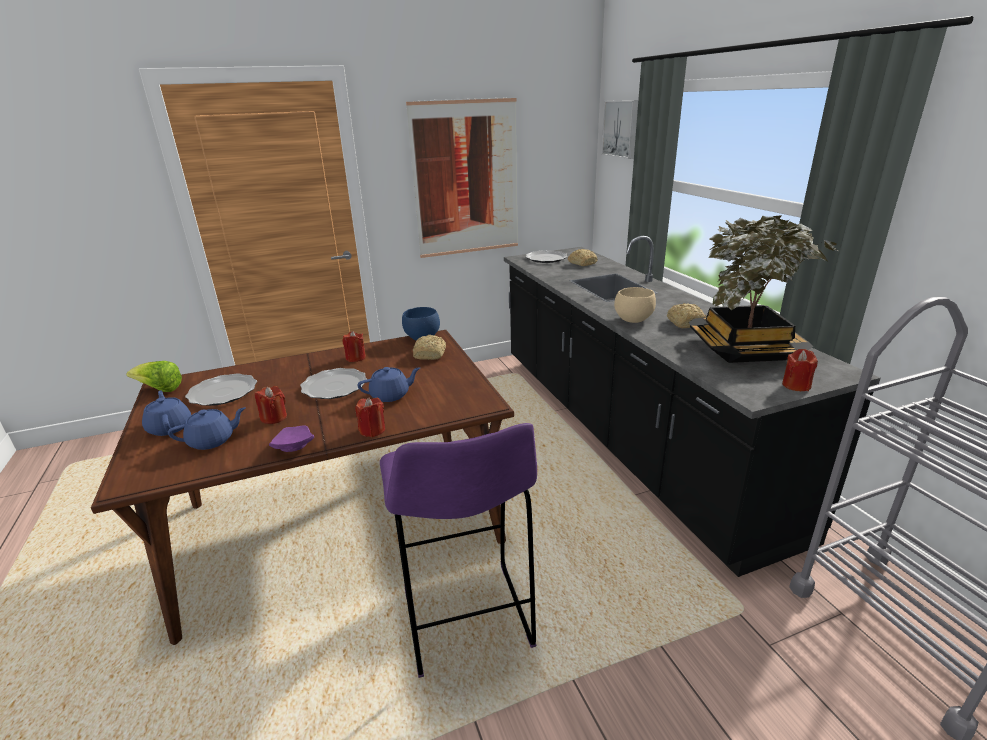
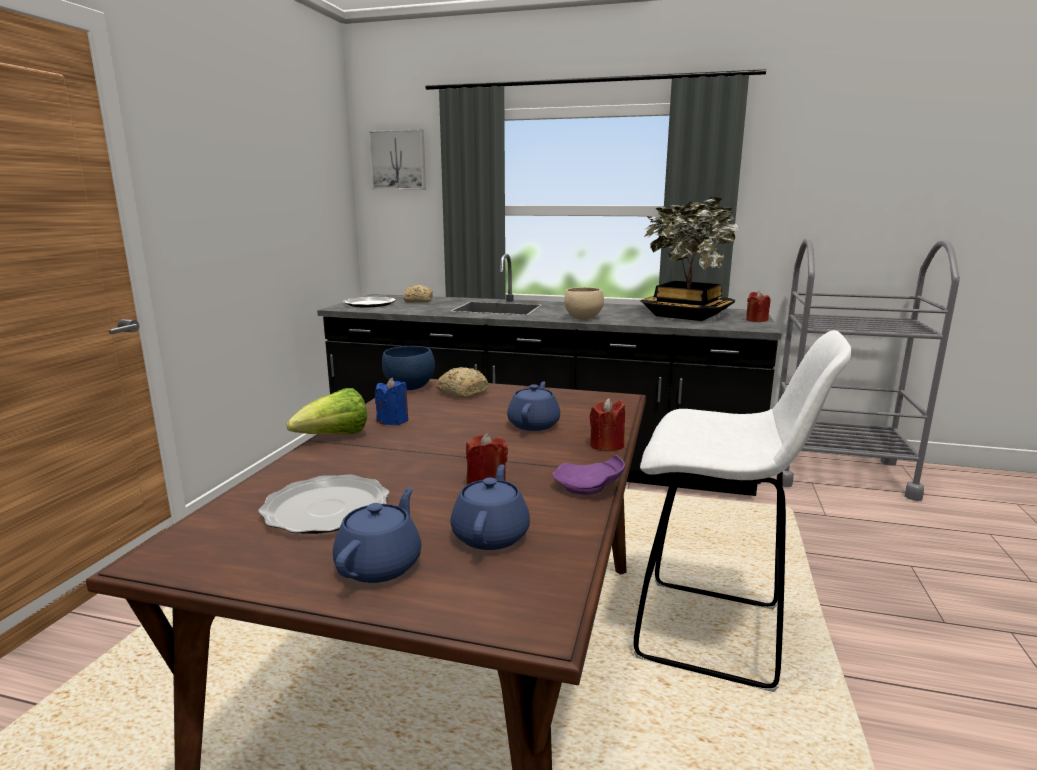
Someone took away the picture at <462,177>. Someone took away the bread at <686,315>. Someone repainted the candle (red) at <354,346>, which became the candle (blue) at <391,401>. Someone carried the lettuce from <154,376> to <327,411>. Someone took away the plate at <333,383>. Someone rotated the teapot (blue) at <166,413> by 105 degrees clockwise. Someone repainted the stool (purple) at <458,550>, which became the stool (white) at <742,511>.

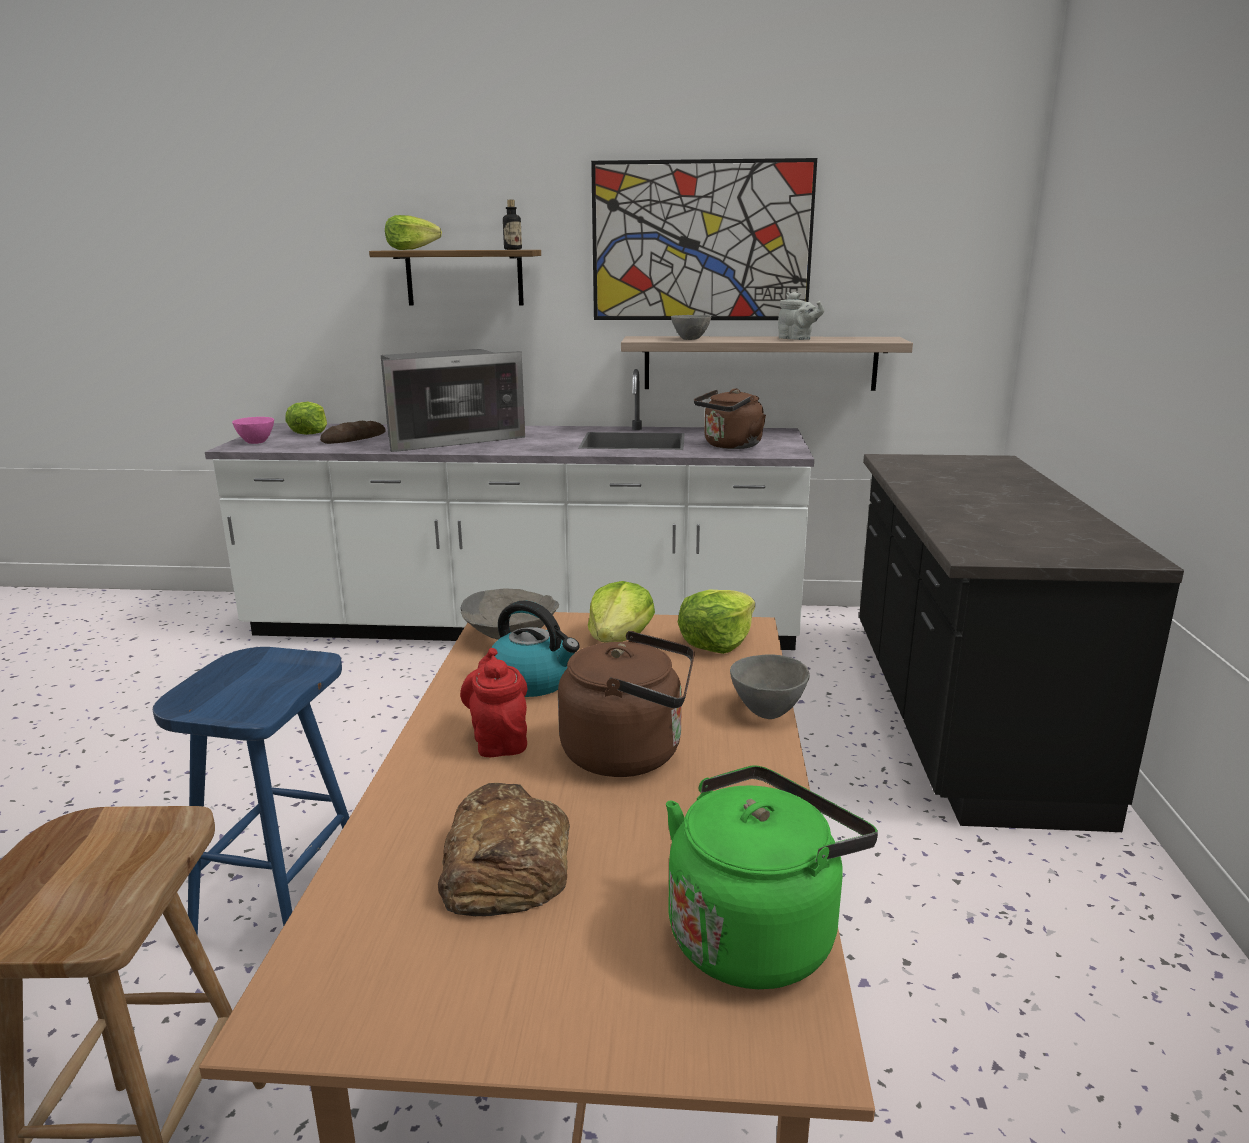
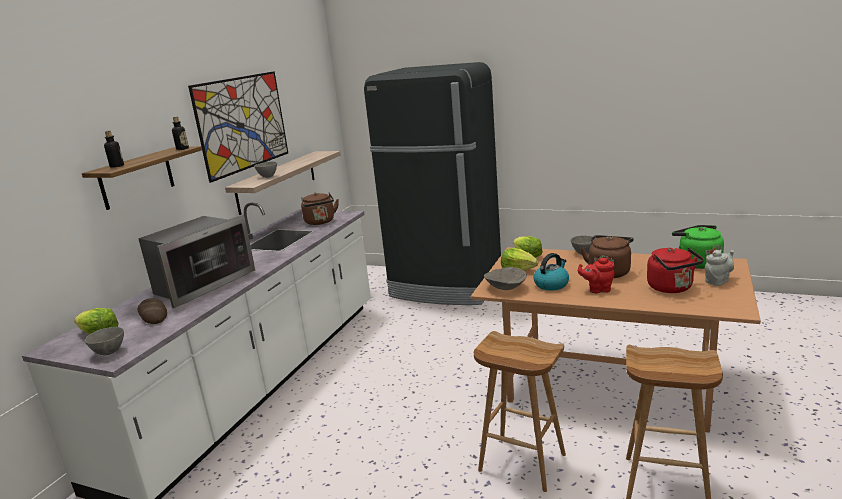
Someone swapped the lettuce at <413,232> for the bottle at <114,149>. Someone carried the teapot (grey) from <801,316> to <719,268>. Someone rotated the microwave at <453,400> by 45 degrees clockwise. Someone repainted the bowl (pink) at <253,430>, which became the bowl (grey) at <104,341>. Someone swapped the counter (black) at <1021,643> for the fridge (black) at <432,183>. Someone repainted the stool (blue) at <251,791>, which became the stool (brown) at <520,411>. Someone swapped the bread at <504,849> for the kettle (red) at <675,270>.

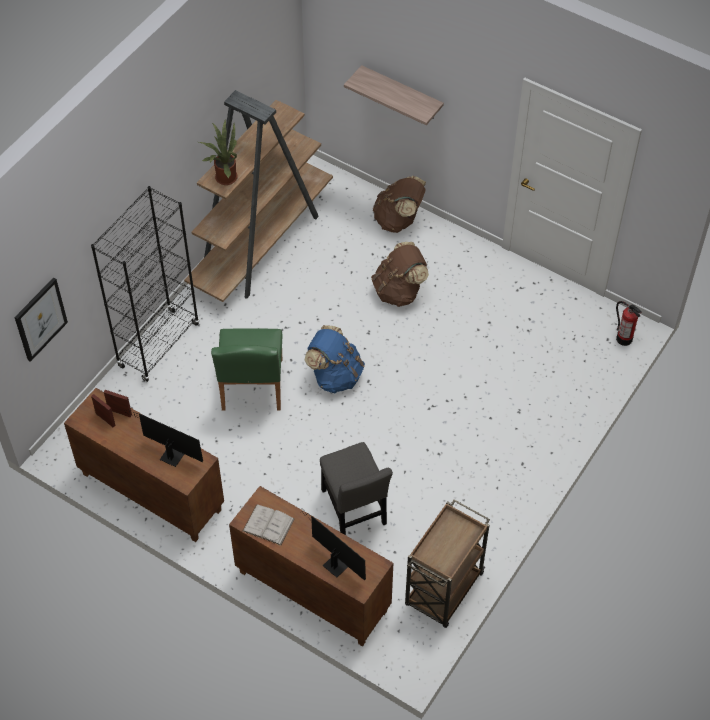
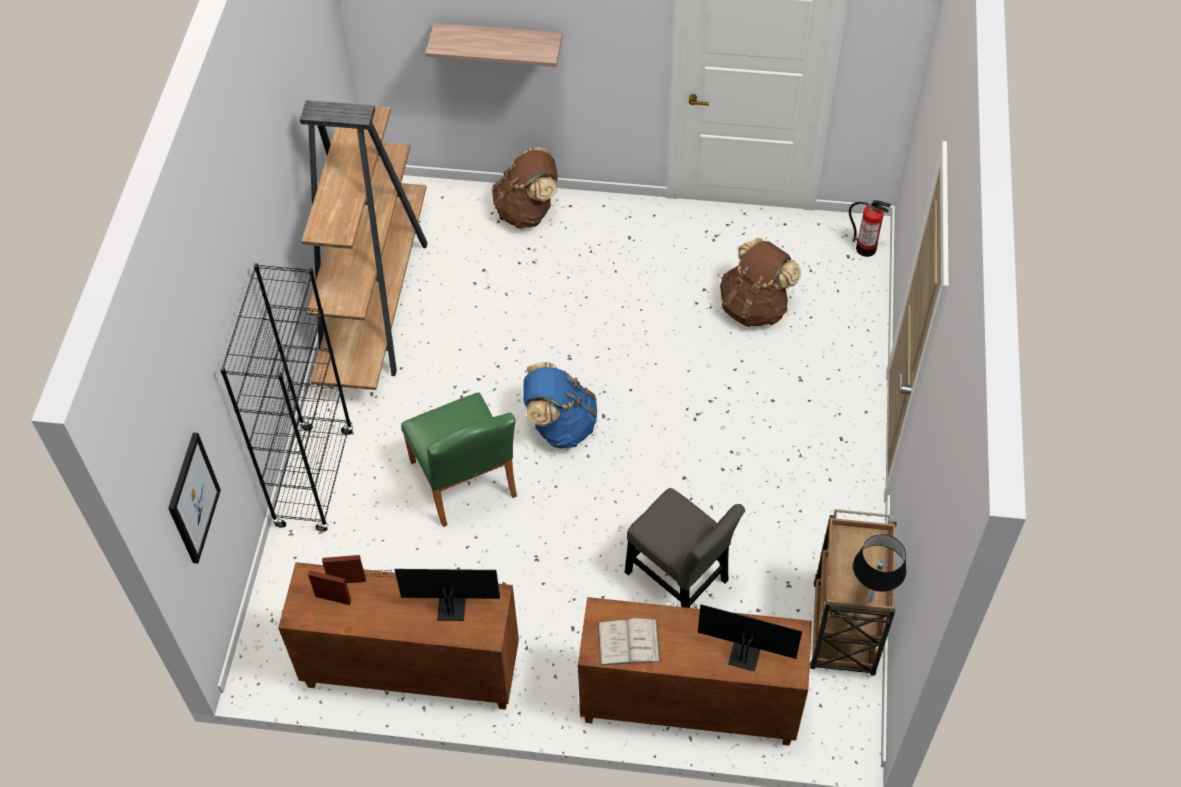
Someone took away the potted plant at <218,152>. Someone carried the backpack (brown) from <400,274> to <760,282>. Someone put down the table lamp (black) at <879,568>.

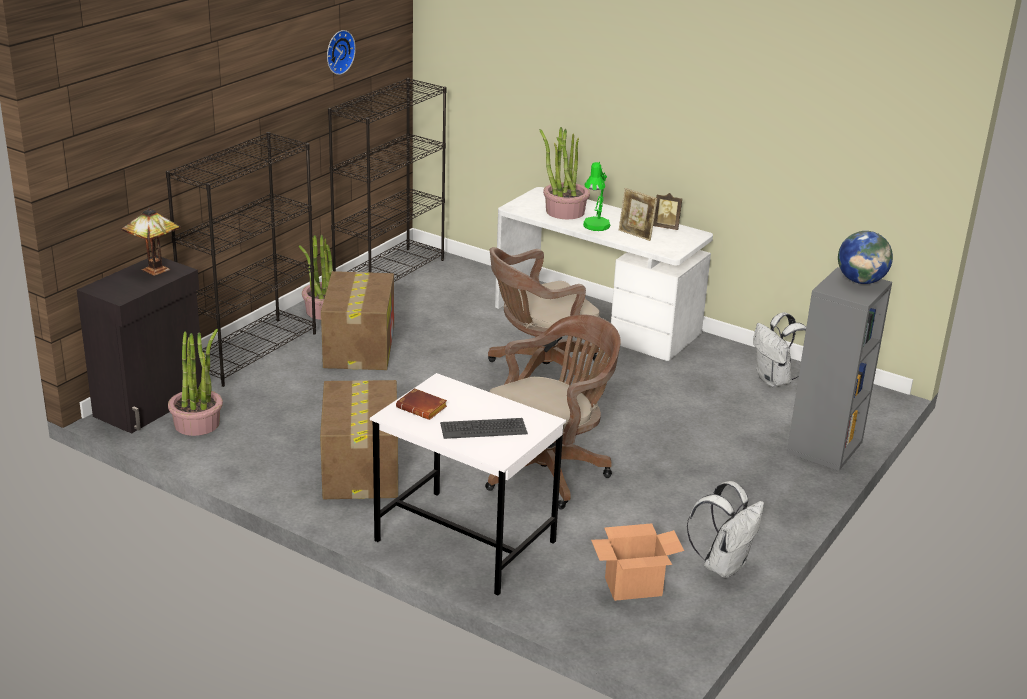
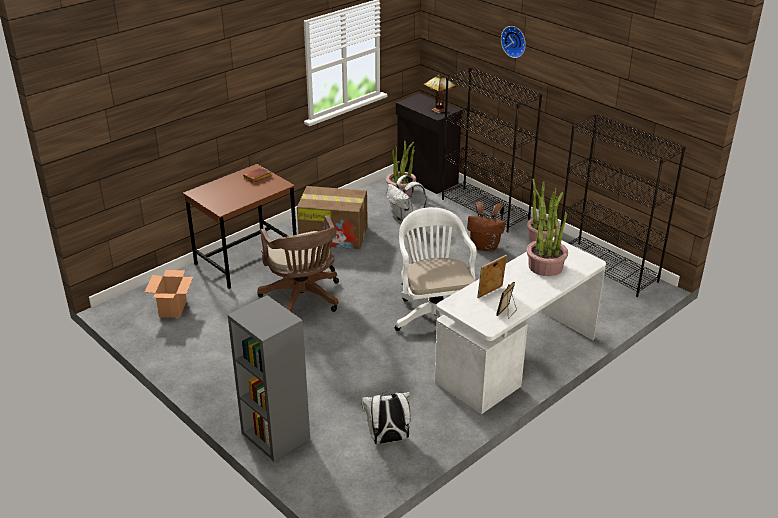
Someone carried the wall clock from <341,52> to <513,42>. Someone took away the table lamp (green) at <596,196>. Someone took away the globe at <865,257>. Someone repainted the office chair (brown) at <543,314>, which became the office chair (white) at <436,269>. Someone swapped the cardboard box at <357,320> for the backpack (brown) at <486,227>. Someone repainted the desk (white) at <468,484>, which became the desk (brown) at <240,226>. Someone took away the keyboard at <484,428>. Someone carried the backpack (white) from <725,529> to <407,199>.

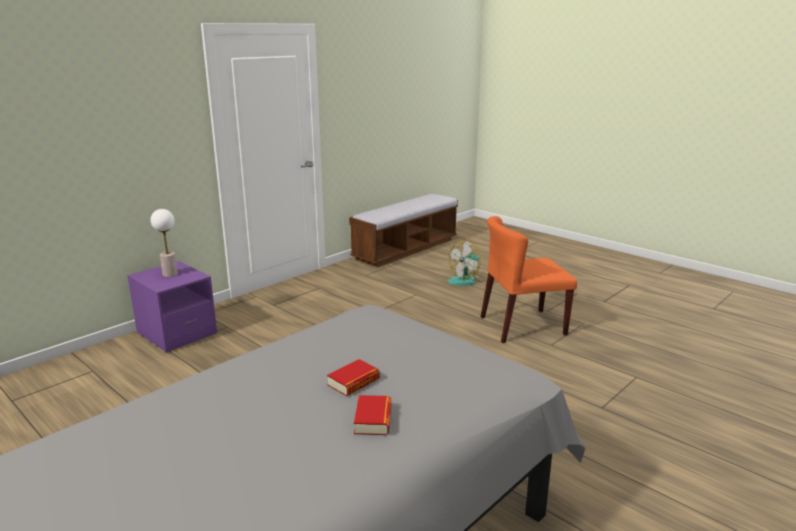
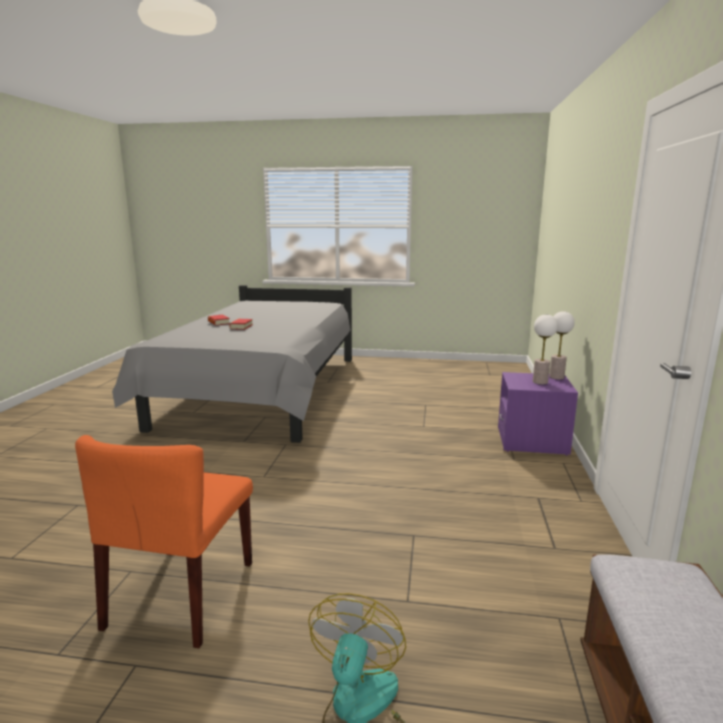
Someone rotated the chair (orange) at <528,279> by 150 degrees clockwise. Someone put down the table lamp at <562,345>.

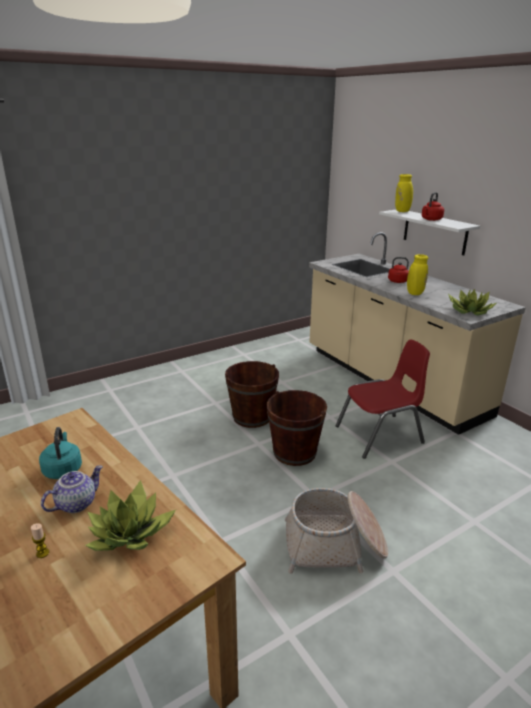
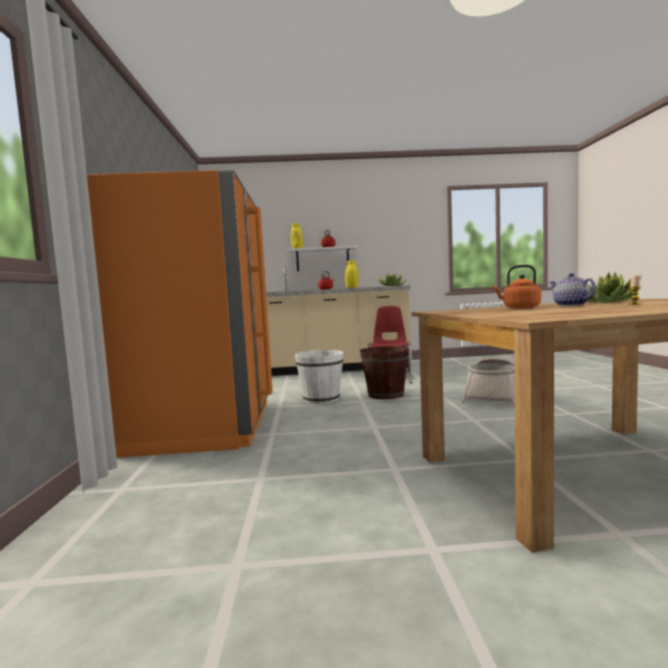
Someone repainted the bucket (brown) at <252,394>, which became the bucket (white) at <319,376>. Someone repainted the kettle (turquoise) at <60,453>, which became the kettle (orange) at <516,287>. Someone put down the fridge (orange) at <180,314>.

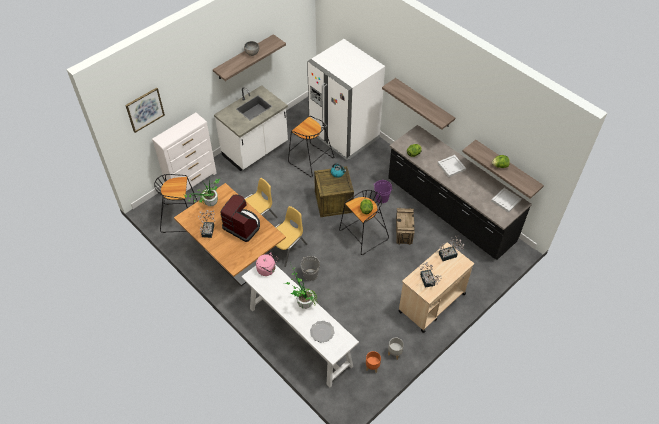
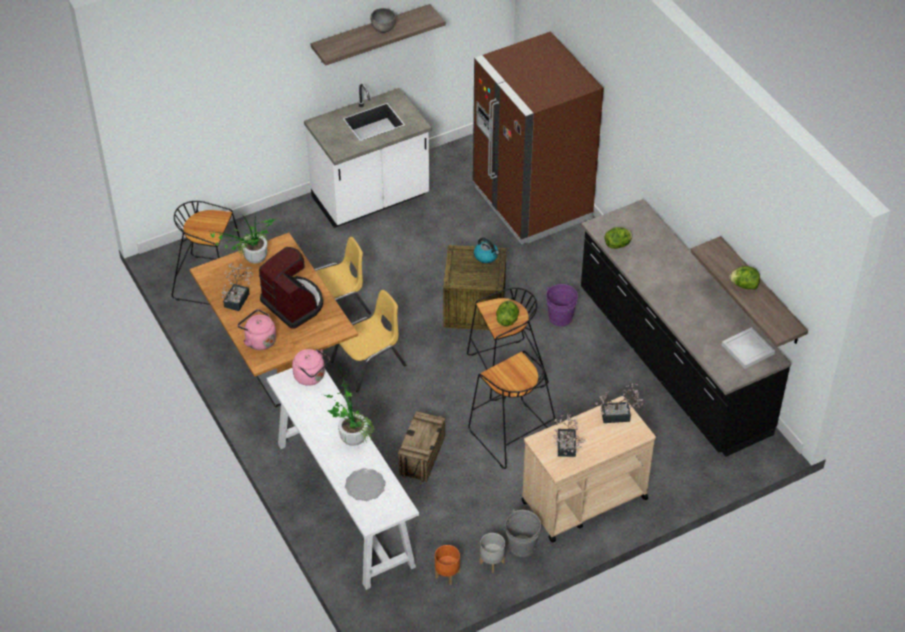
Someone repainted the fridge (white) at <346,99>, which became the fridge (brown) at <538,137>. Someone took away the shelf at <418,104>. Someone took away the picture at <145,110>. Someone took away the dresser (white) at <184,152>. Someone carried the stool (black) from <311,146> to <512,410>. Someone took away the tray (white) at <451,166>. Someone carried the crate from <405,226> to <421,446>. Someone carried the bucket (grey) from <310,268> to <523,533>. Someone put down the kettle (pink) at <257,329>.

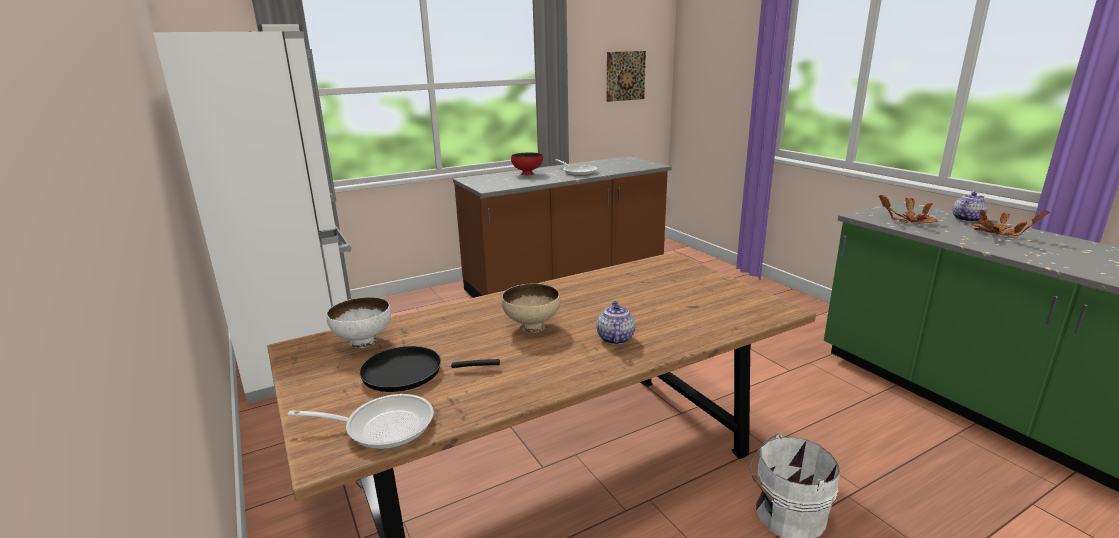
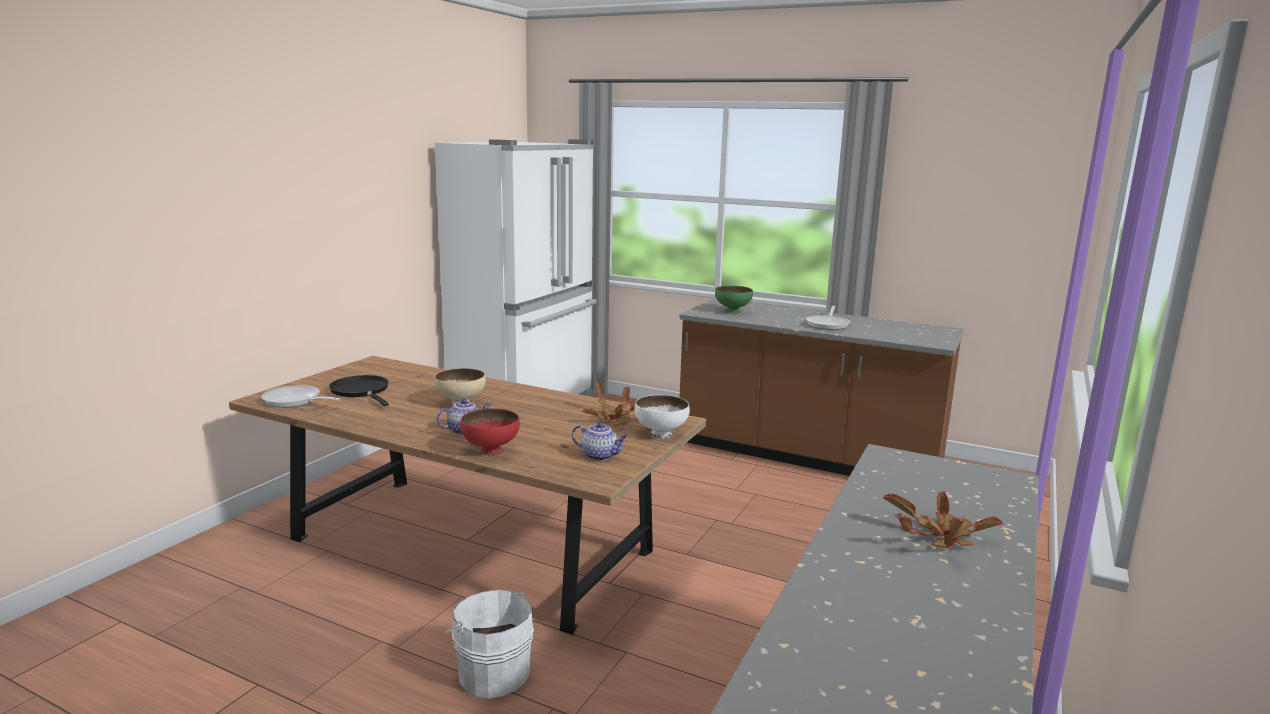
Someone took away the picture at <626,76>. Someone carried the bowl (red) from <527,164> to <490,432>. Someone carried the teapot from <970,207> to <600,441>. Someone carried the potted plant from <908,209> to <609,403>. Someone carried the bowl (white) from <359,322> to <662,417>. Someone rotated the frying pan at <360,421> by 150 degrees clockwise. Someone put down the bowl (green) at <734,300>.

